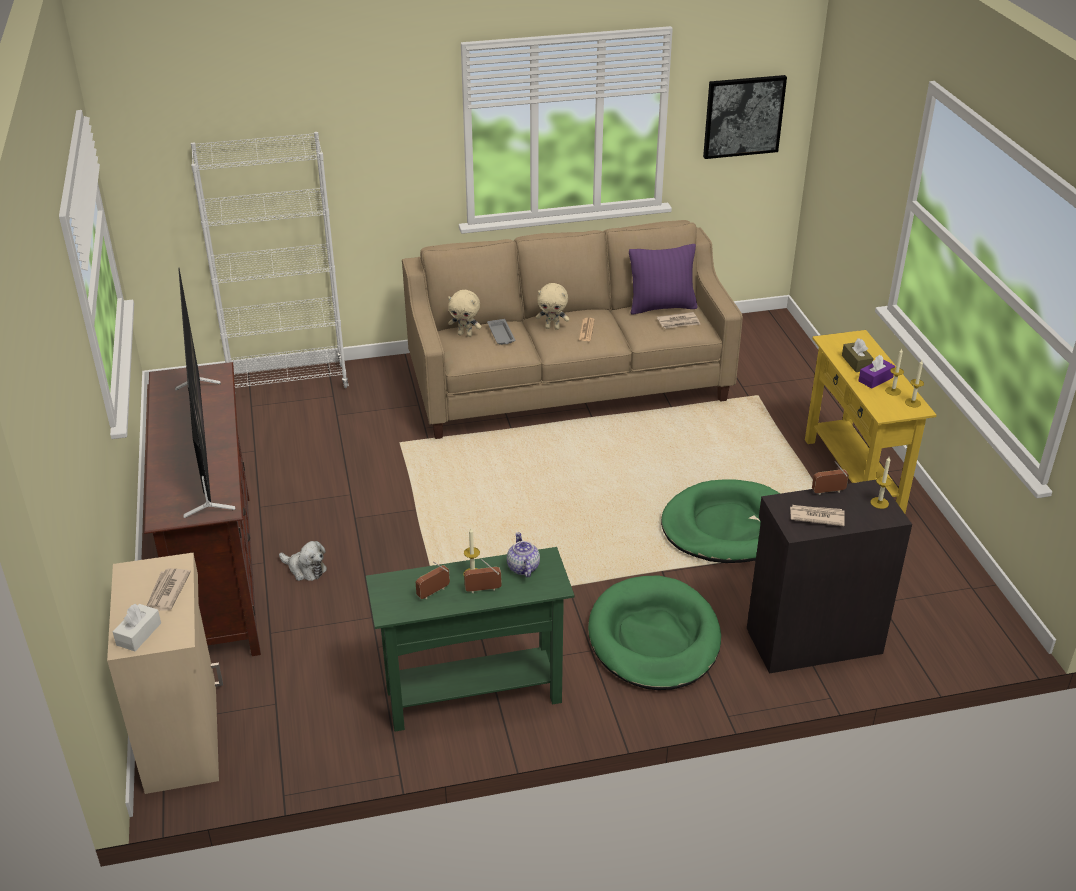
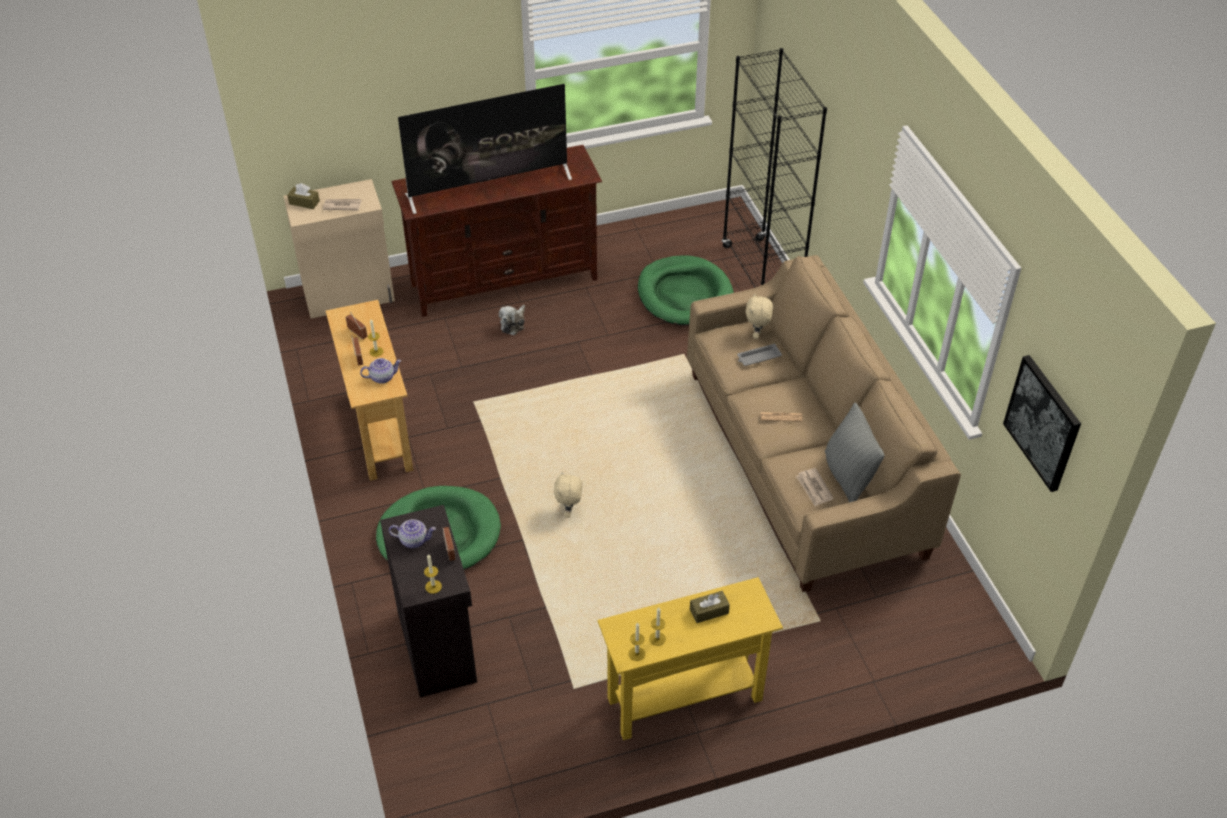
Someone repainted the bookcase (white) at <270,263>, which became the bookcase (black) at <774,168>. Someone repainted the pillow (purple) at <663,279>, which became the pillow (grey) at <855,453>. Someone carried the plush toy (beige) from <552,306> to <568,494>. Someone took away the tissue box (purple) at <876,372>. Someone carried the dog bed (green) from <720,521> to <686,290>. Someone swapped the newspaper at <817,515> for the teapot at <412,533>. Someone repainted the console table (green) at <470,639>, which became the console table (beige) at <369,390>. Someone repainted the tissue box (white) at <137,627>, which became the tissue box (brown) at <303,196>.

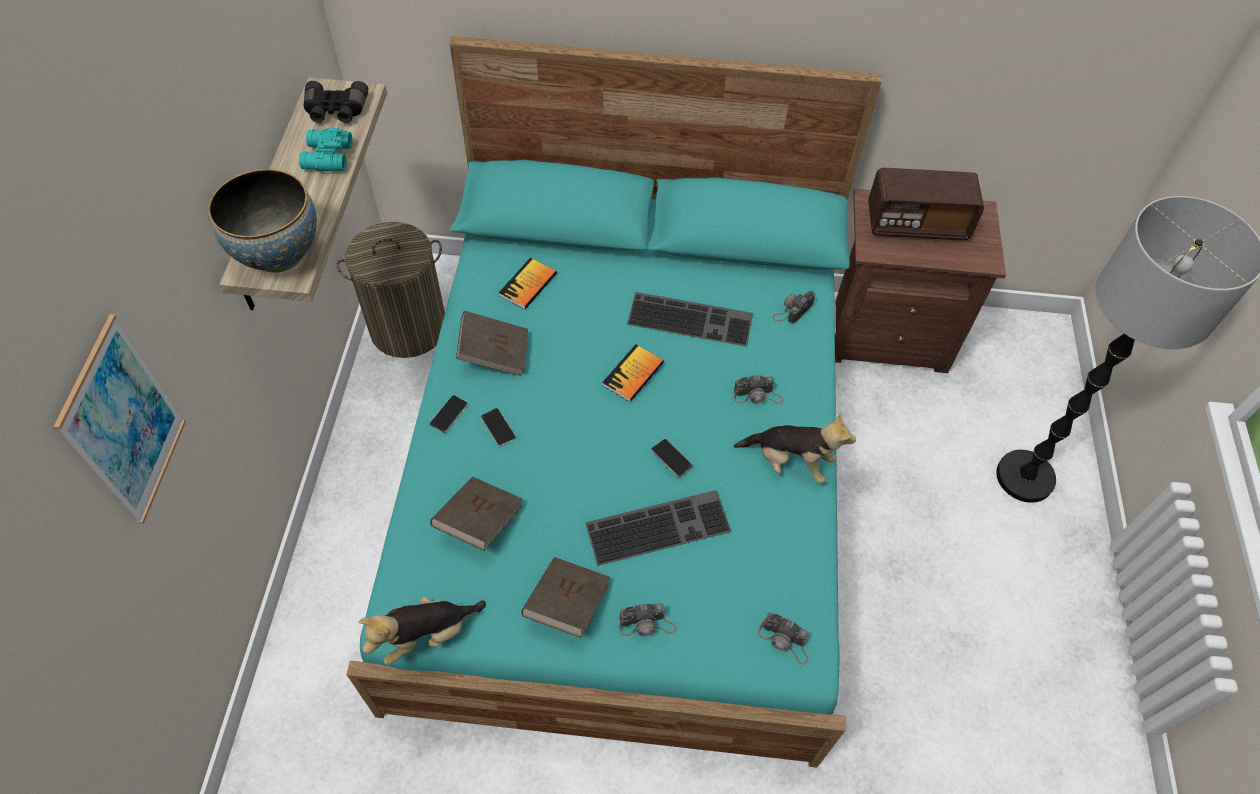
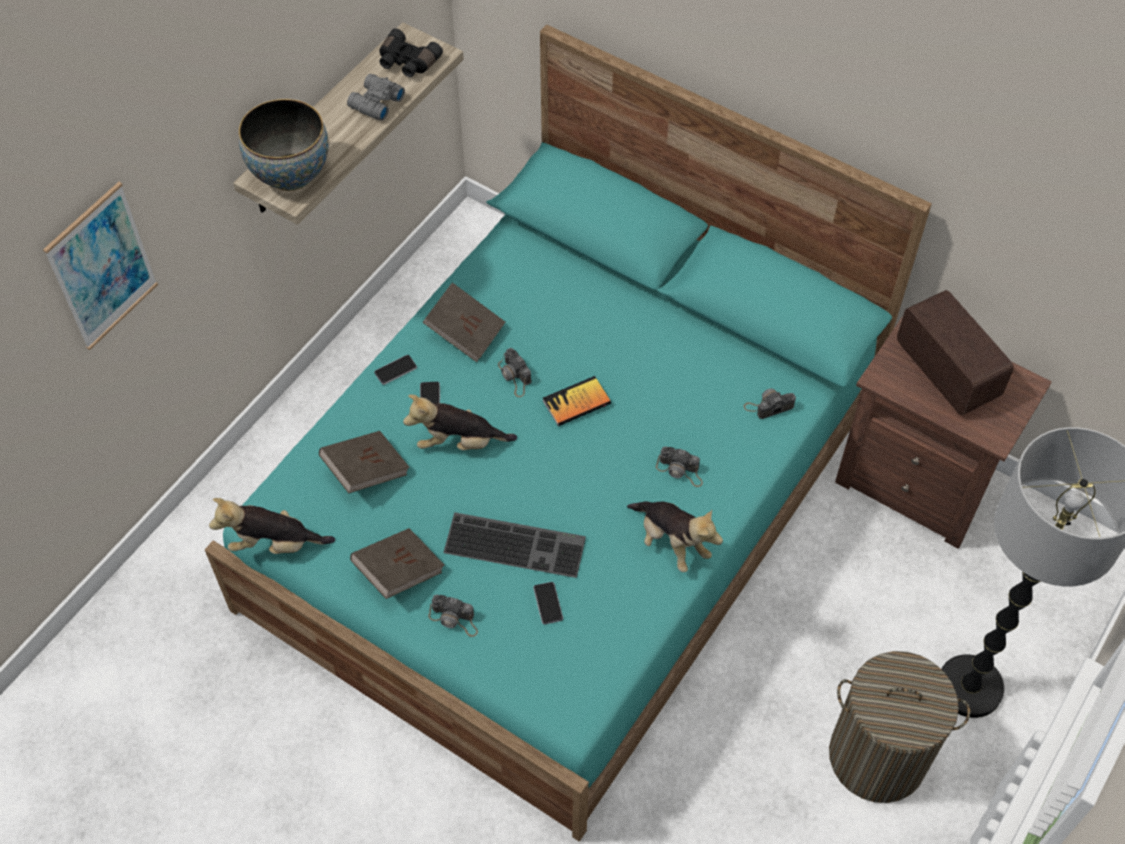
Someone repainted the binoculars (turquoise) at <326,150>, which became the binoculars (grey) at <376,97>. Someone rotated the radio at <926,204> by 150 degrees counterclockwise. Someone carried the laundry basket from <390,290> to <899,727>. Someone took away the book at <528,283>. Someone took away the keyboard at <690,319>. Someone carried the phone from <672,458> to <548,603>. Someone carried the photo camera from <783,639> to <514,372>. Someone put down the plush toy at <460,422>.

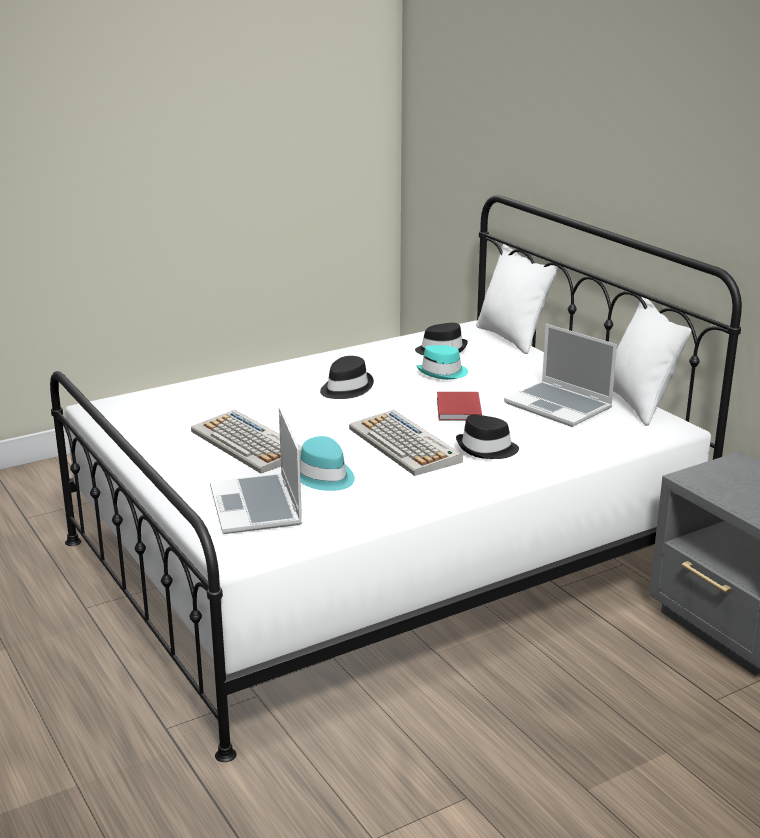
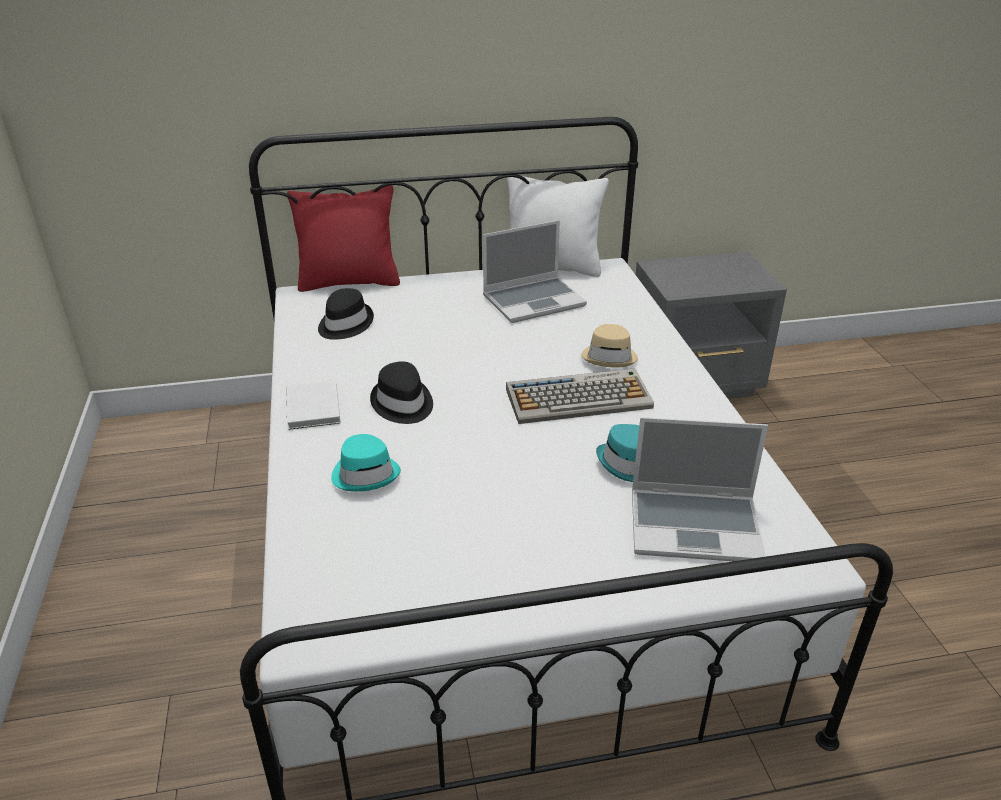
Someone repainted the pillow (white) at <517,299>, which became the pillow (red) at <343,238>. Someone carried the hat (turquoise) from <442,362> to <366,463>. Someone took away the book (red) at <459,406>. Someone took away the keyboard at <246,442>. Someone repainted the hat (black) at <487,437>, which became the hat (beige) at <609,346>. Someone put down the book (white) at <313,405>.

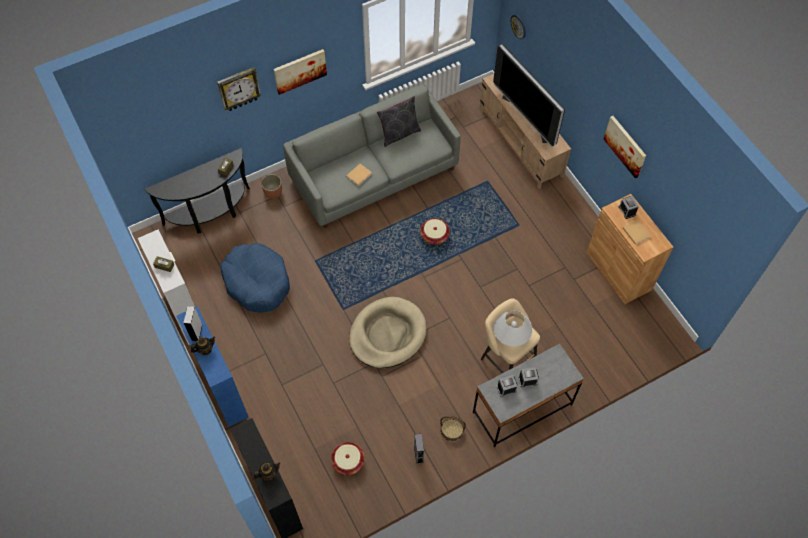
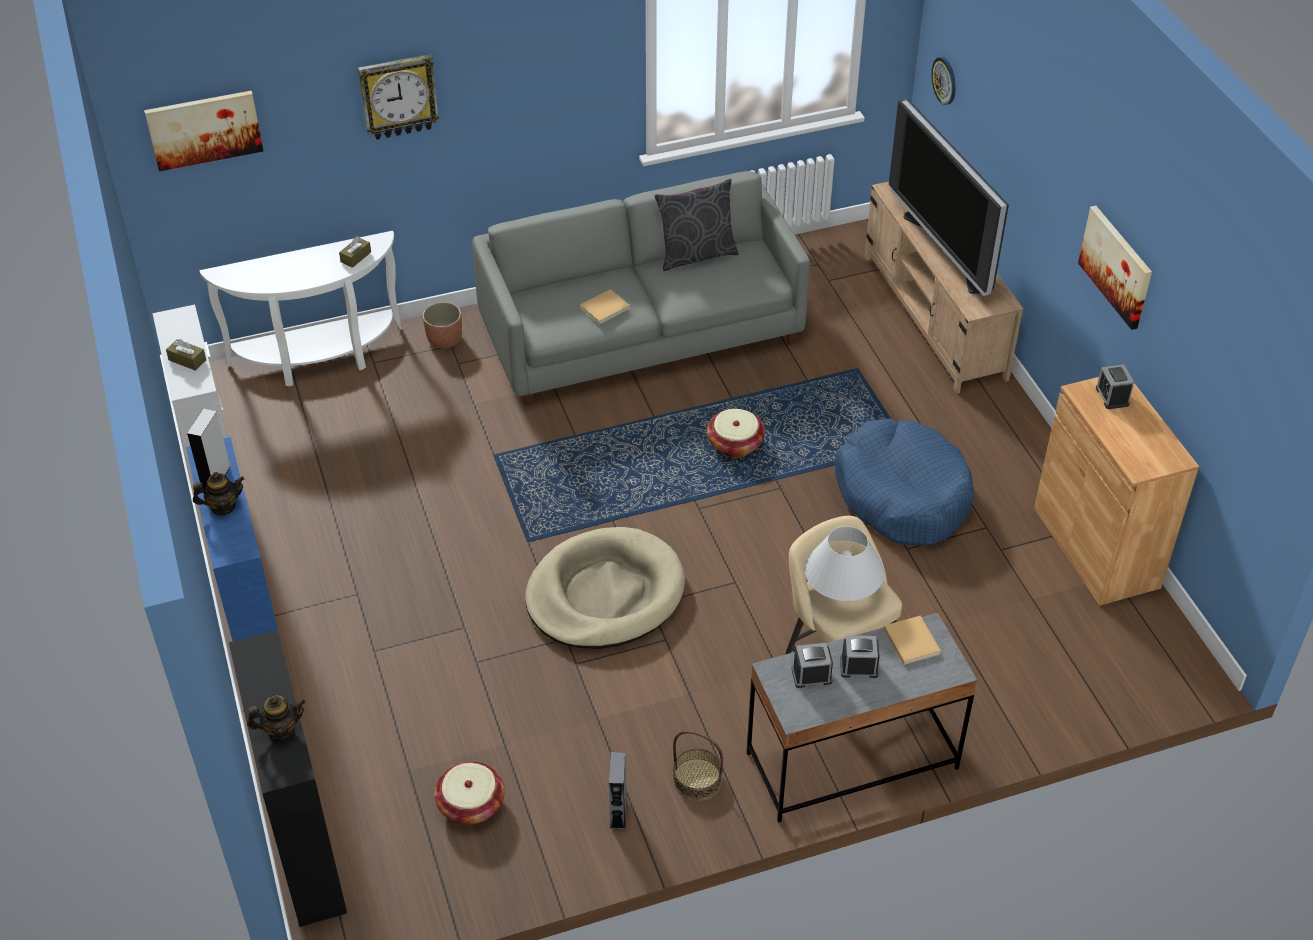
Someone carried the picture from <300,72> to <203,131>. Someone repainted the console table (black) at <197,191>, which became the console table (white) at <301,309>. Someone carried the book (beige) from <637,232> to <912,640>. Someone carried the dog bed (blue) from <255,278> to <904,482>.

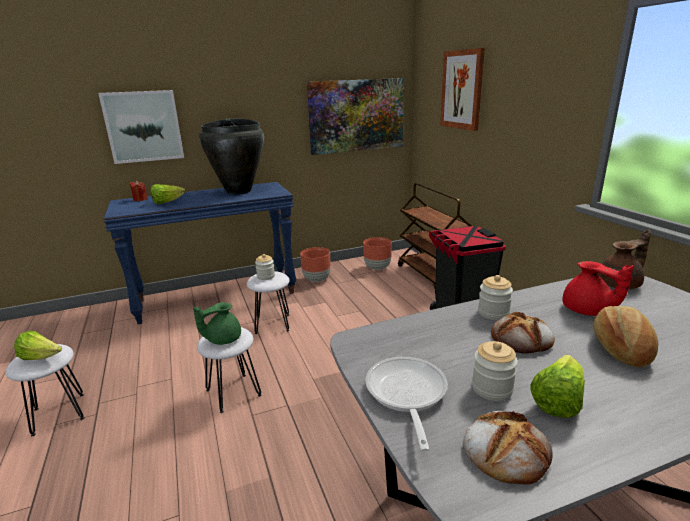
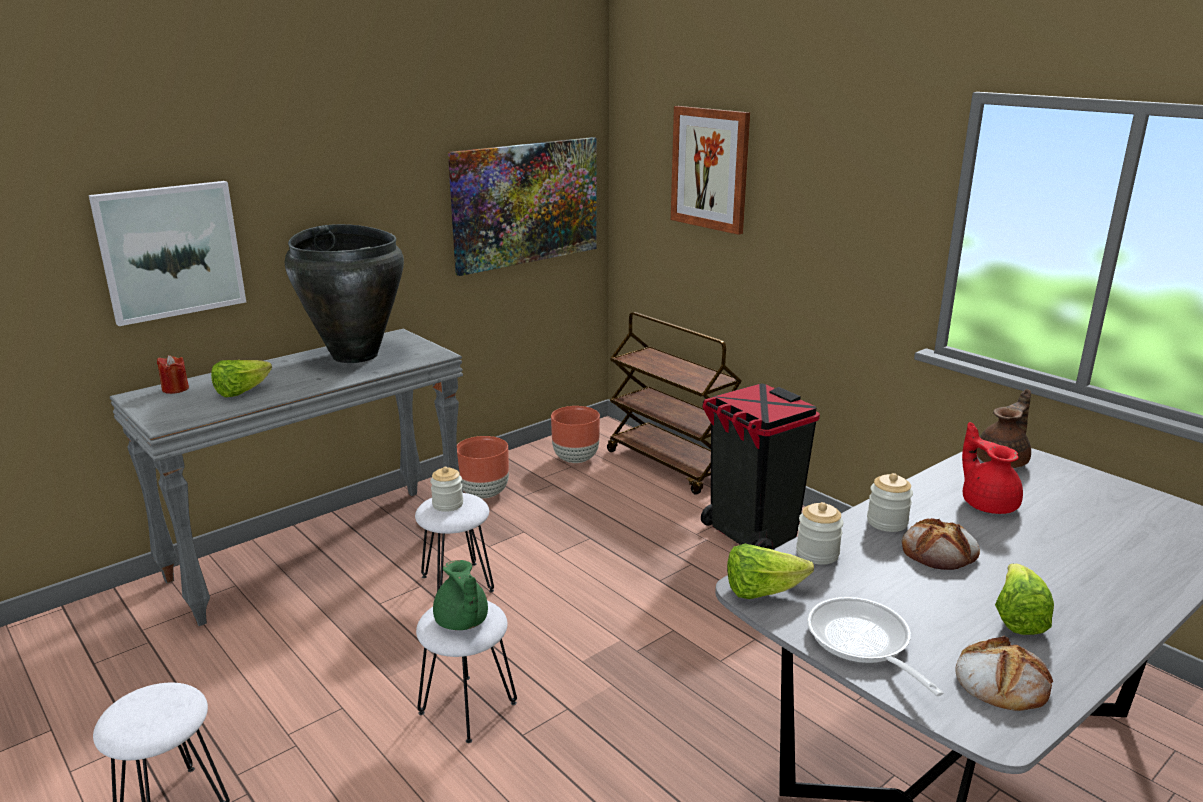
Someone repainted the console table (blue) at <200,253>, which became the console table (grey) at <287,477>. Someone rotated the teapot (red) at <598,288> by 150 degrees counterclockwise. Someone rotated the teapot (green) at <217,323> by 60 degrees counterclockwise. Someone took away the bread at <625,336>. Someone carried the lettuce from <38,345> to <770,571>. Someone carried the jar from <495,371> to <819,533>.

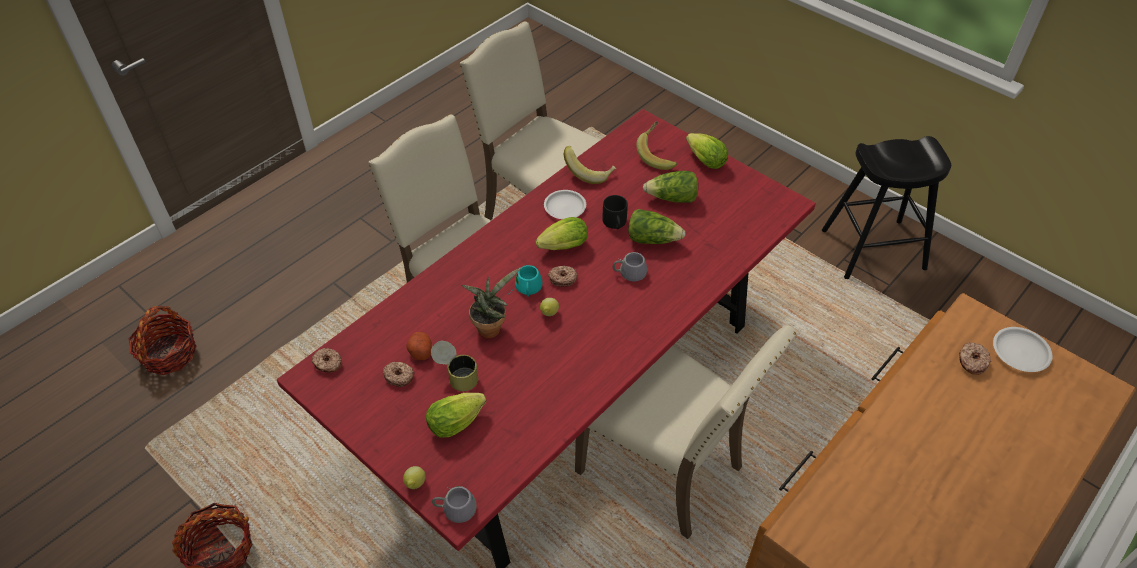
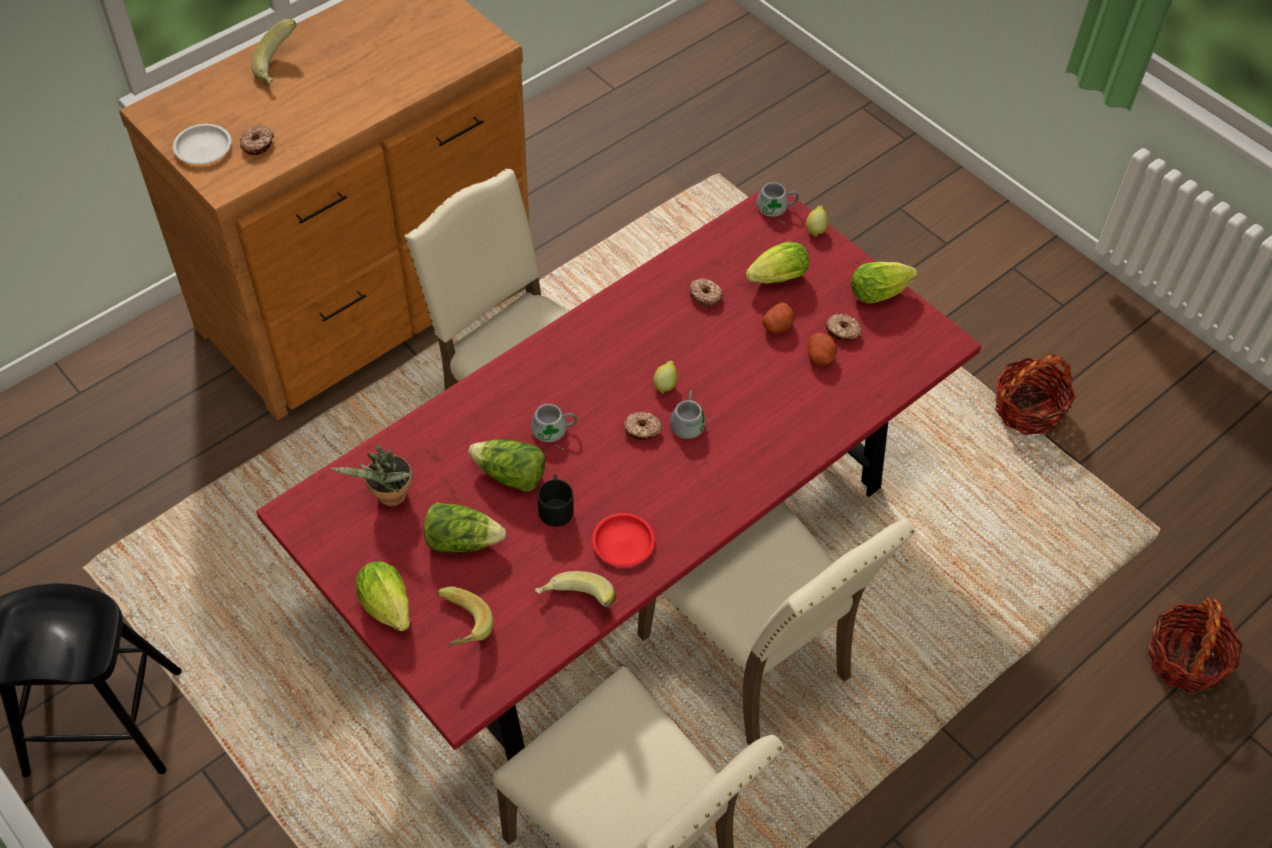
Someone repainted the plate (white) at <565,204>, which became the plate (red) at <623,540>. Someone carried the lettuce from <562,233> to <884,283>. Someone repainted the mug (turquoise) at <526,281>, which became the mug (grey) at <692,415>. Someone carried the potted plant from <491,303> to <372,475>. Someone swapped the can at <454,366> for the potato at <778,317>. Someone carried the donut from <327,360> to <706,292>. Someone put down the banana at <274,51>.

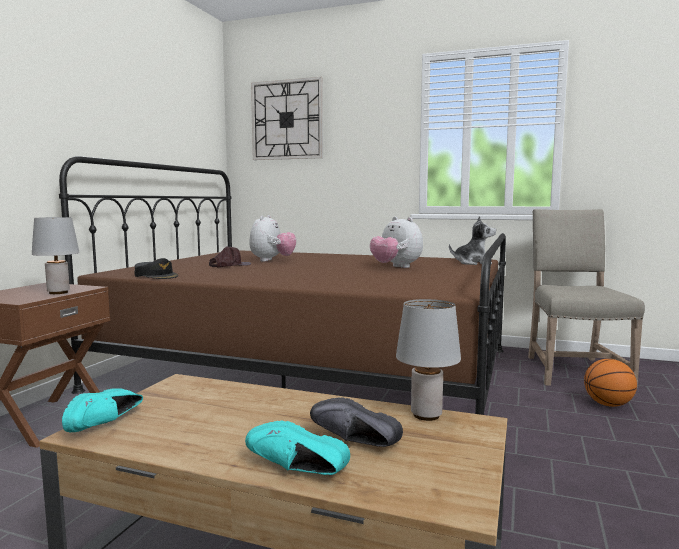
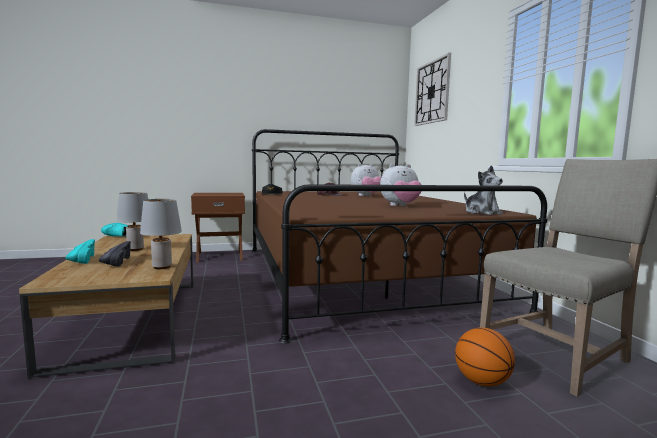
Someone carried the table lamp (grey) from <56,255> to <132,221>. Someone rotated the plush toy at <396,242> by 120 degrees counterclockwise.

